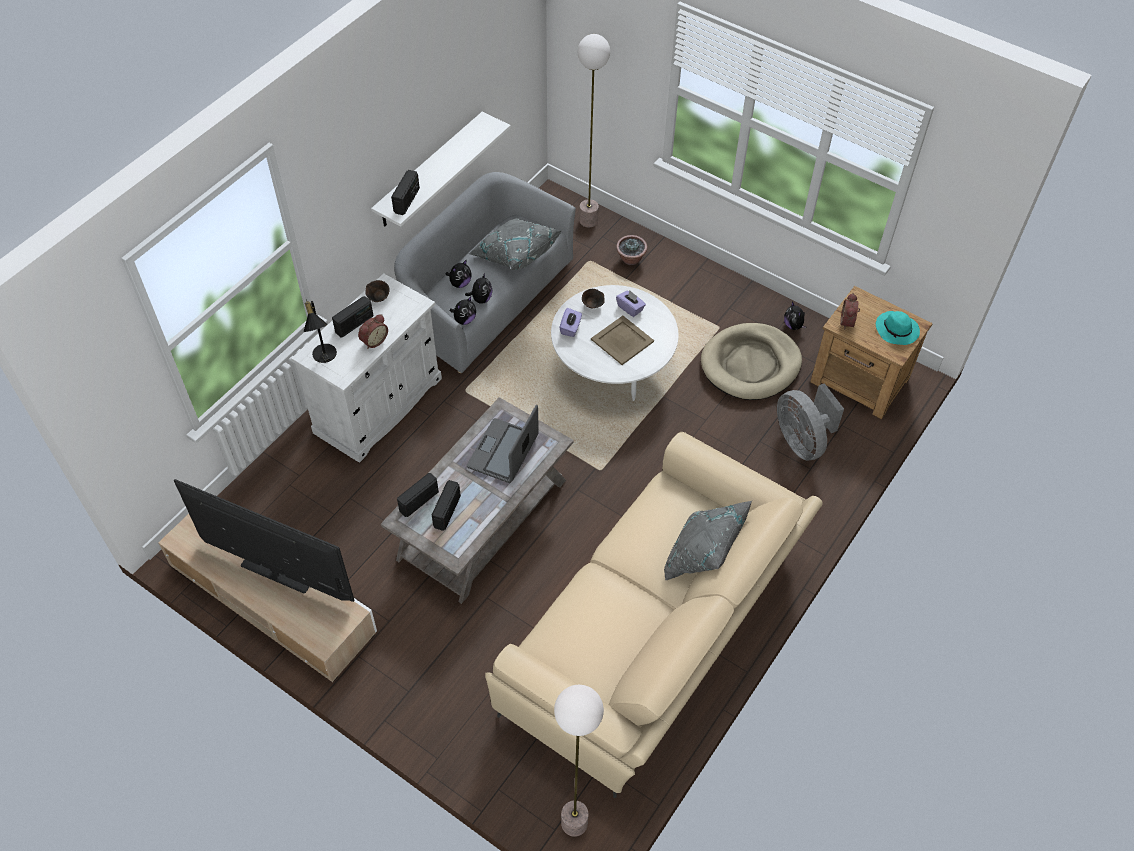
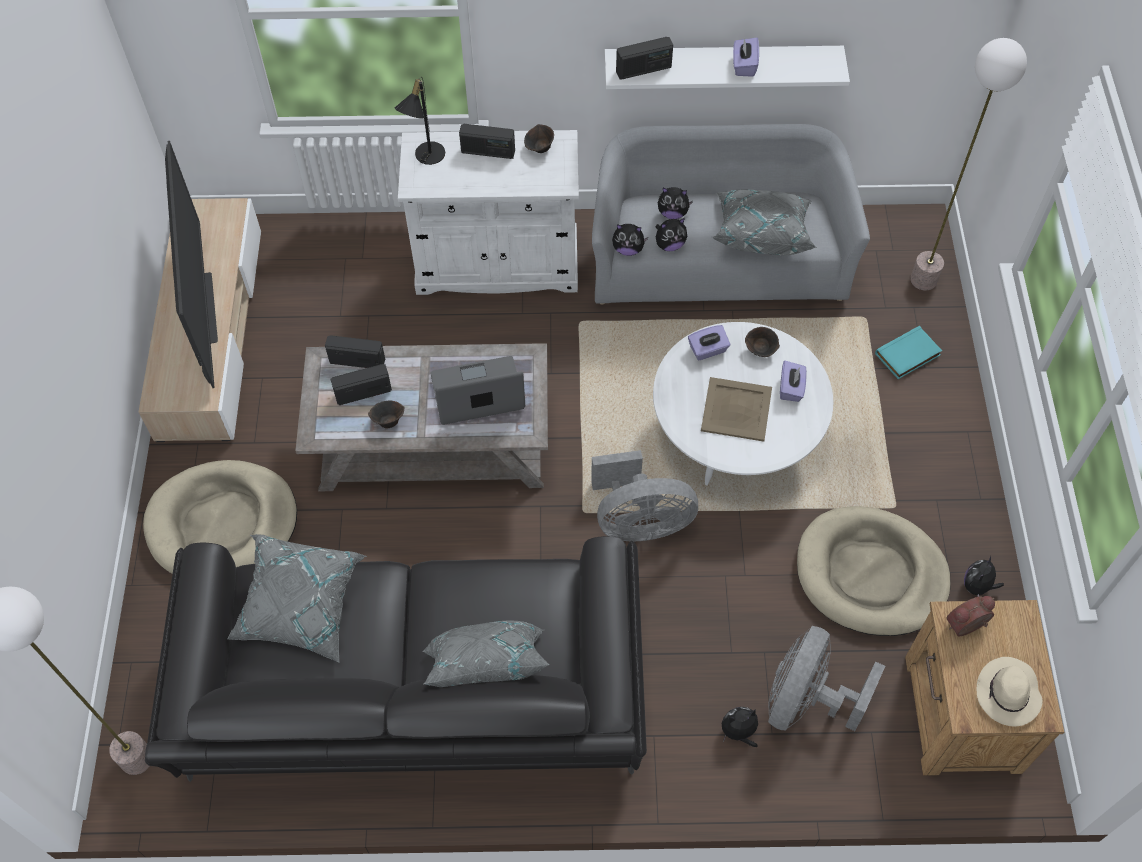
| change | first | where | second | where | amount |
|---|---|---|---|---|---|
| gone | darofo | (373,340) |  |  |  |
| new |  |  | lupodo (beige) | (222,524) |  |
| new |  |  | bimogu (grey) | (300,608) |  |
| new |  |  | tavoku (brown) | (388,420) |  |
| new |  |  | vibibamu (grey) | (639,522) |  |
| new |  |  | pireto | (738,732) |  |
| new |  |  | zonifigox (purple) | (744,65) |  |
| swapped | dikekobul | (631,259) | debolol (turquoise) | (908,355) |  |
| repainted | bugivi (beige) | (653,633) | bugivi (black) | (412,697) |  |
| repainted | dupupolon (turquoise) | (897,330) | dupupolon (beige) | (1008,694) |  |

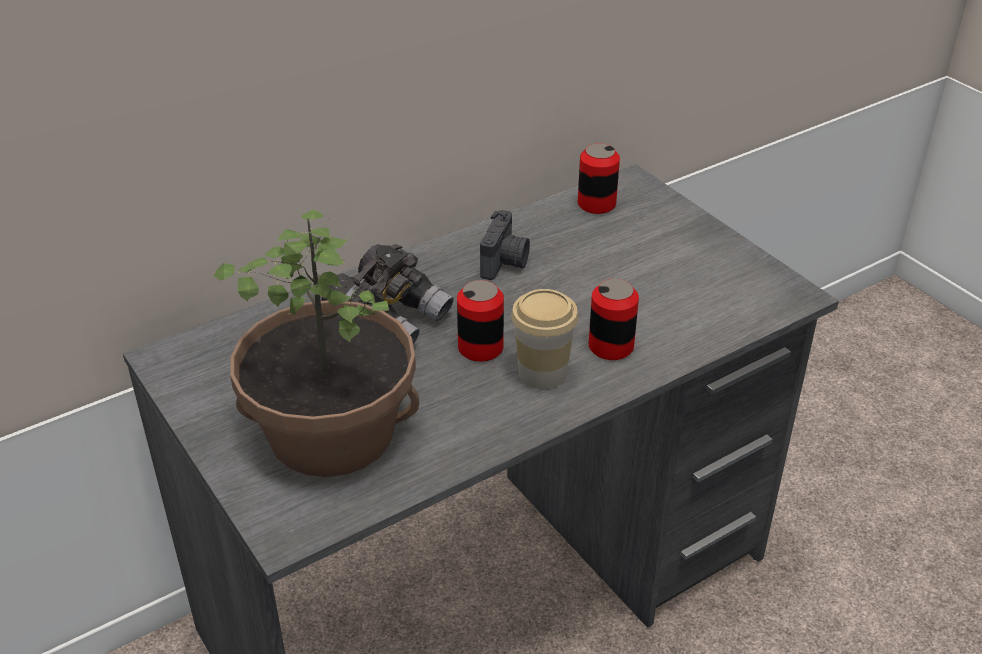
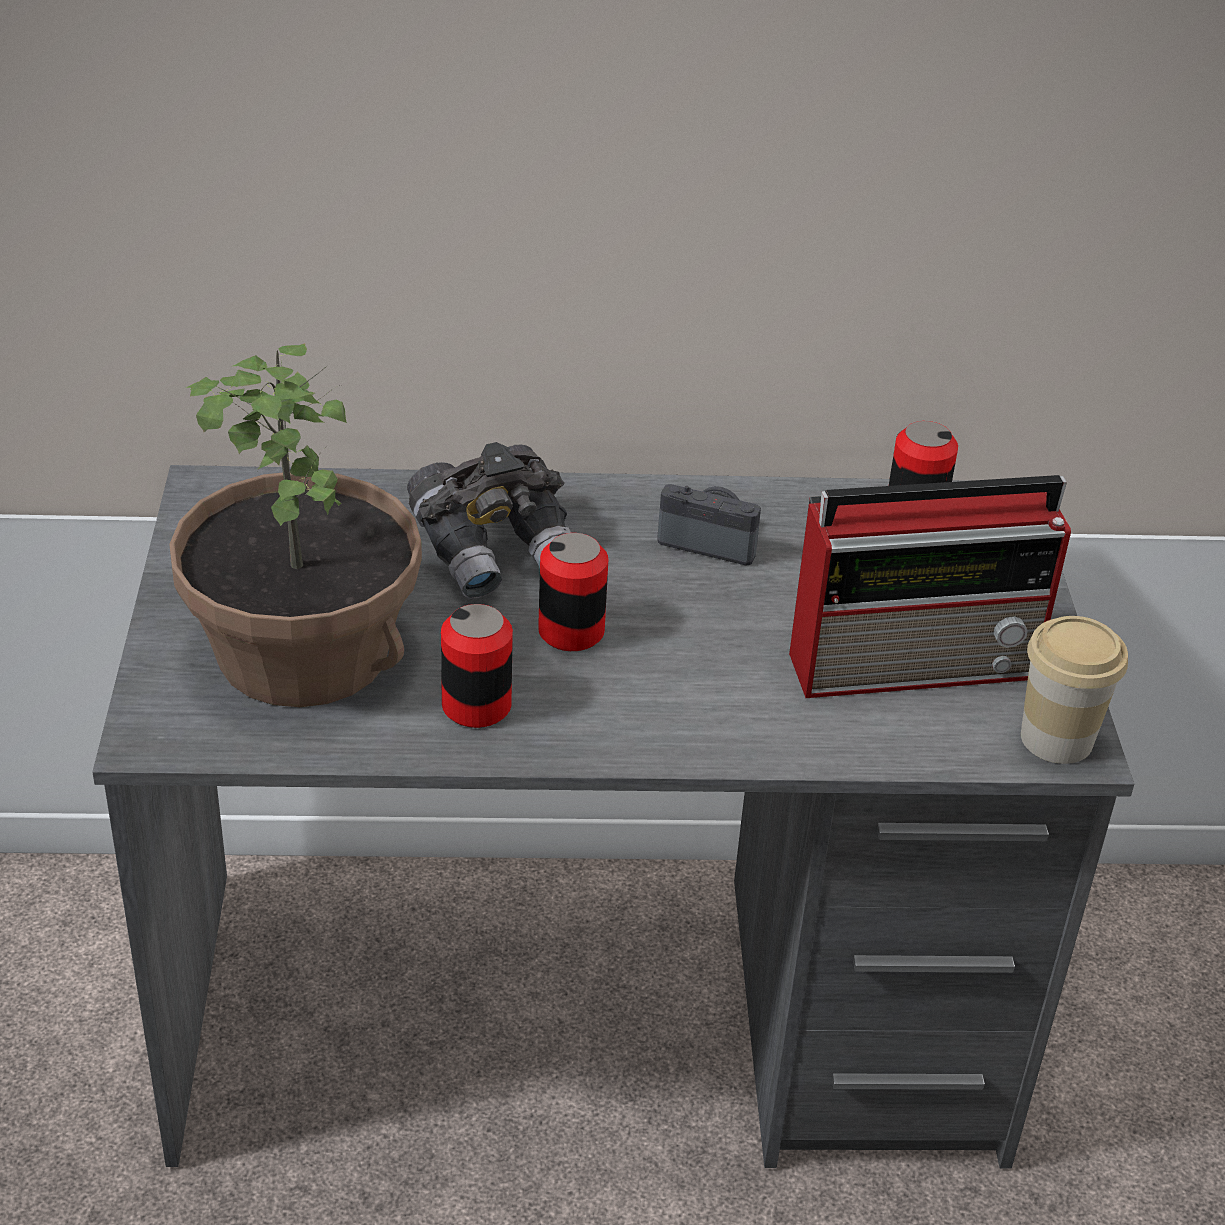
| change | first | where | second | where | amount |
|---|---|---|---|---|---|
| new |  |  | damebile | (917,663) |  |
| shifted | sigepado | (542,372) |  | (1056,739) |  |
| shifted | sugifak | (611,346) |  | (476,706) |  |
| rotated | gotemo | (505,263) |  | (710,541) | 120 degrees counterclockwise |

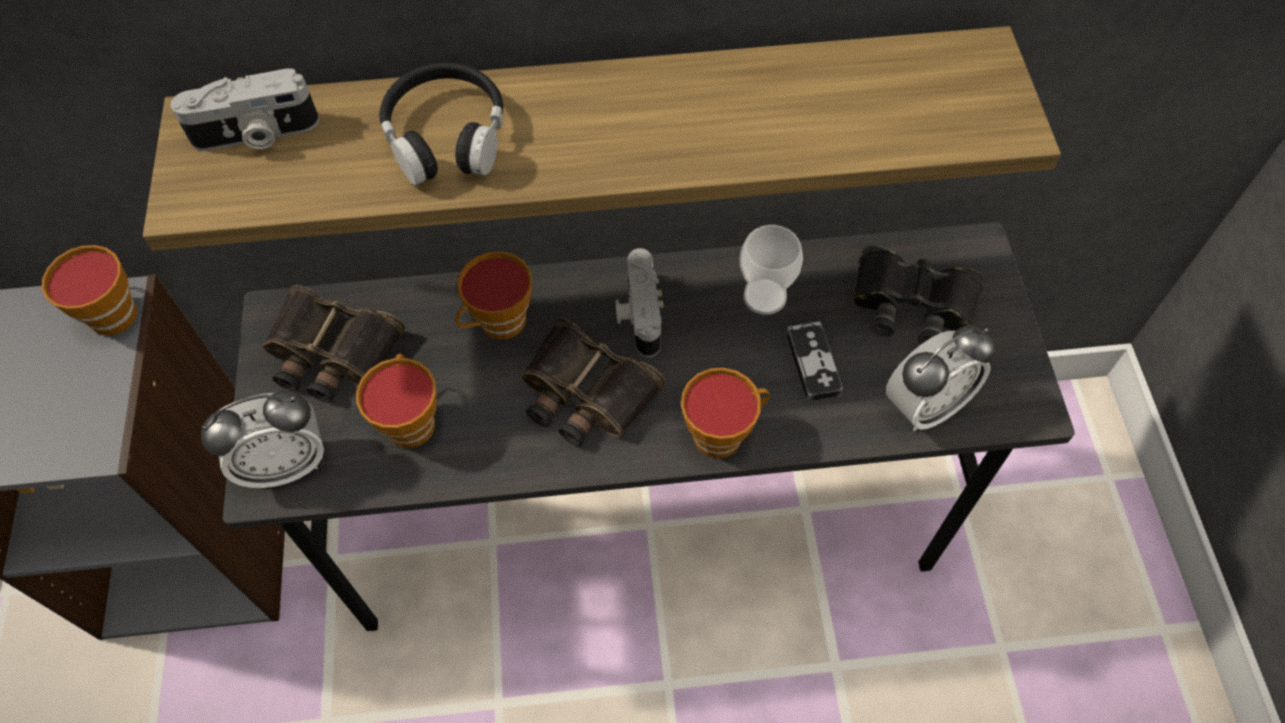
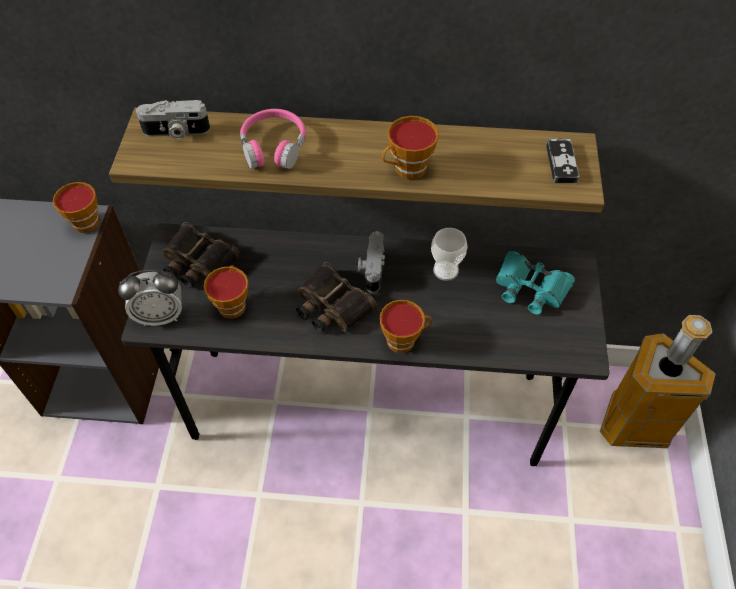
| change | first | where | second | where | amount |
|---|---|---|---|---|---|
| gone | darofo | (925,405) |  |  |  |
| new |  |  | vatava | (634,426) |  |
| shifted | sigepado | (498,324) |  | (407,169) |  |
| shifted | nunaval | (813,363) |  | (561,163) |  |
| repainted | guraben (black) | (446,136) | guraben (pink) | (273,147) |  |
| repainted | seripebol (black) | (912,303) | seripebol (turquoise) | (530,287) |  |

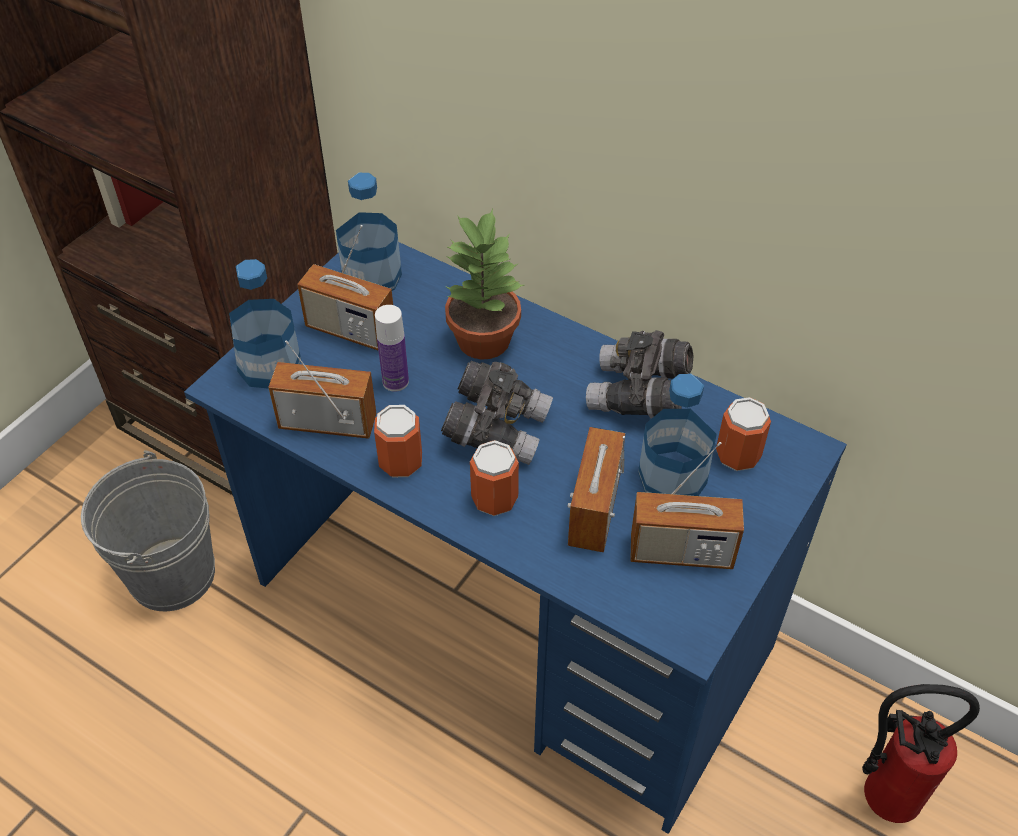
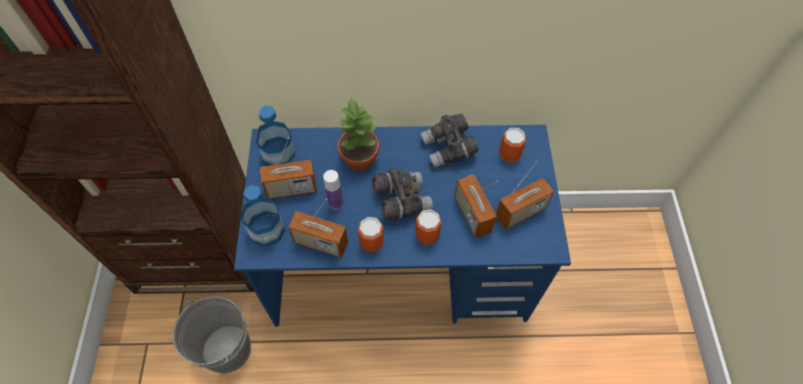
| change | first | where | second | where | amount |
|---|---|---|---|---|---|
| gone | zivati | (672,478) |  |  |  |
| gone | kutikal | (878,795) |  |  |  |
| rotated | damebile | (328,422) |  | (321,243) | 135 degrees counterclockwise |

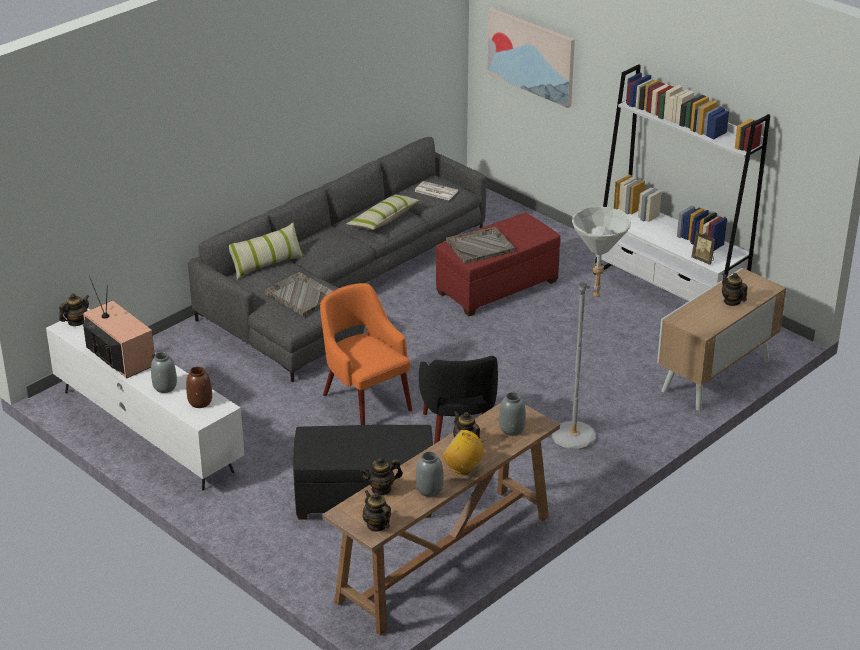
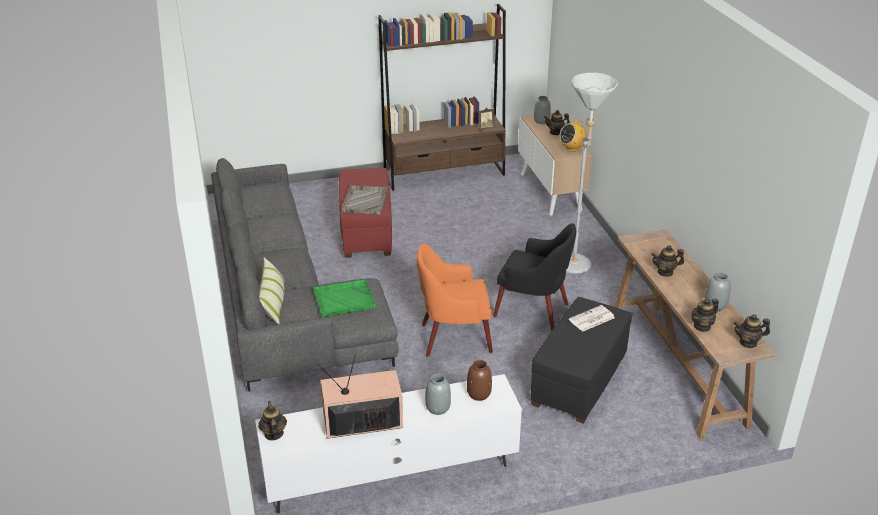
| change | first | where | second | where | amount |
|---|---|---|---|---|---|
| gone | bimogu | (383,219) |  |  |  |
| gone | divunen | (531,56) |  |  |  |
| shifted | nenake | (435,191) |  | (591,319) |  |
| shifted | damebile | (462,468) |  | (572,148) |  |
| shifted | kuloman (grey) | (511,429) |  | (541,121) |  |
| repainted | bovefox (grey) | (301,295) | bovefox (green) | (343,299) |  |
| repainted | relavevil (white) | (668,293) | relavevil (brown) | (444,174) |  |
| rotated | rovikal | (381,489) |  | (702,326) | 45 degrees clockwise |

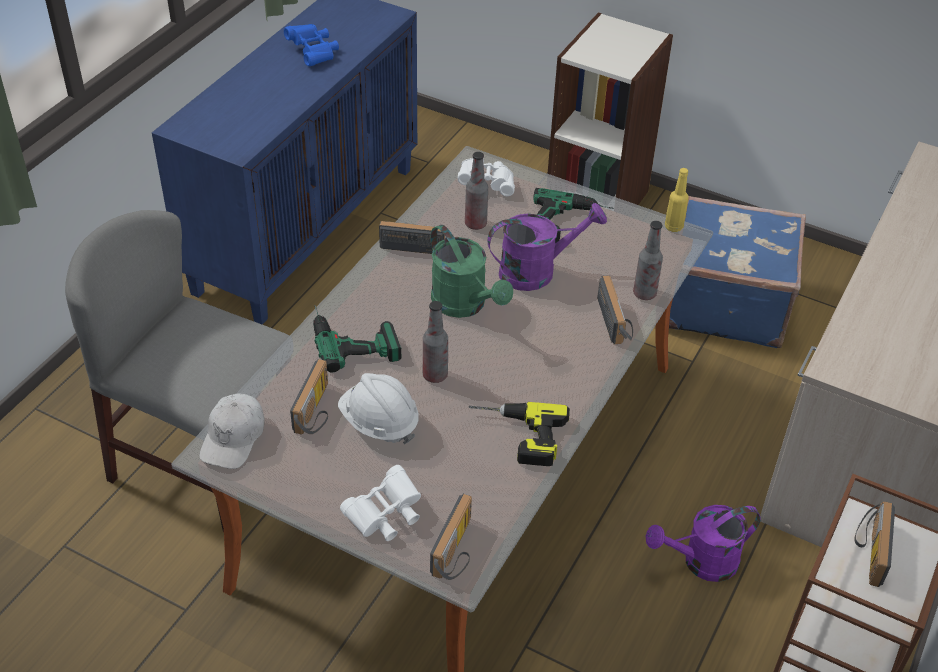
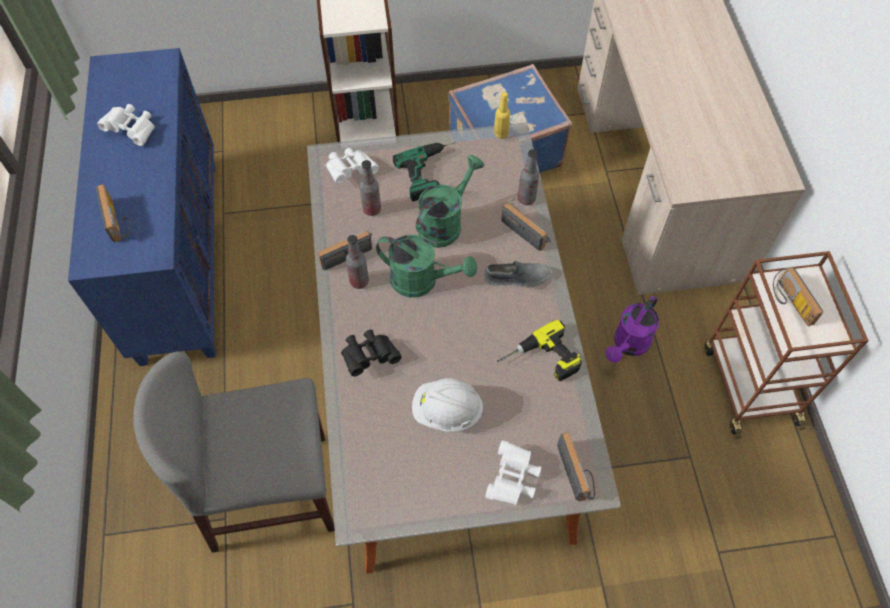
| change | first | where | second | where | amount |
|---|---|---|---|---|---|
| gone | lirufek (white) | (234,438) |  |  |  |
| new |  |  | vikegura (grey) | (517,278) |  |
| shifted | damebile | (317,411) |  | (118,220) |  |
| shifted | zivati | (435,375) |  | (359,281) |  |
| swapped | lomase | (352,337) | seripebol (black) | (369,356) |  |
| repainted | seripebol (blue) | (314,53) | seripebol (white) | (132,130) |  |
| repainted | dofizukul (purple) | (537,271) | dofizukul (green) | (445,223) |  |

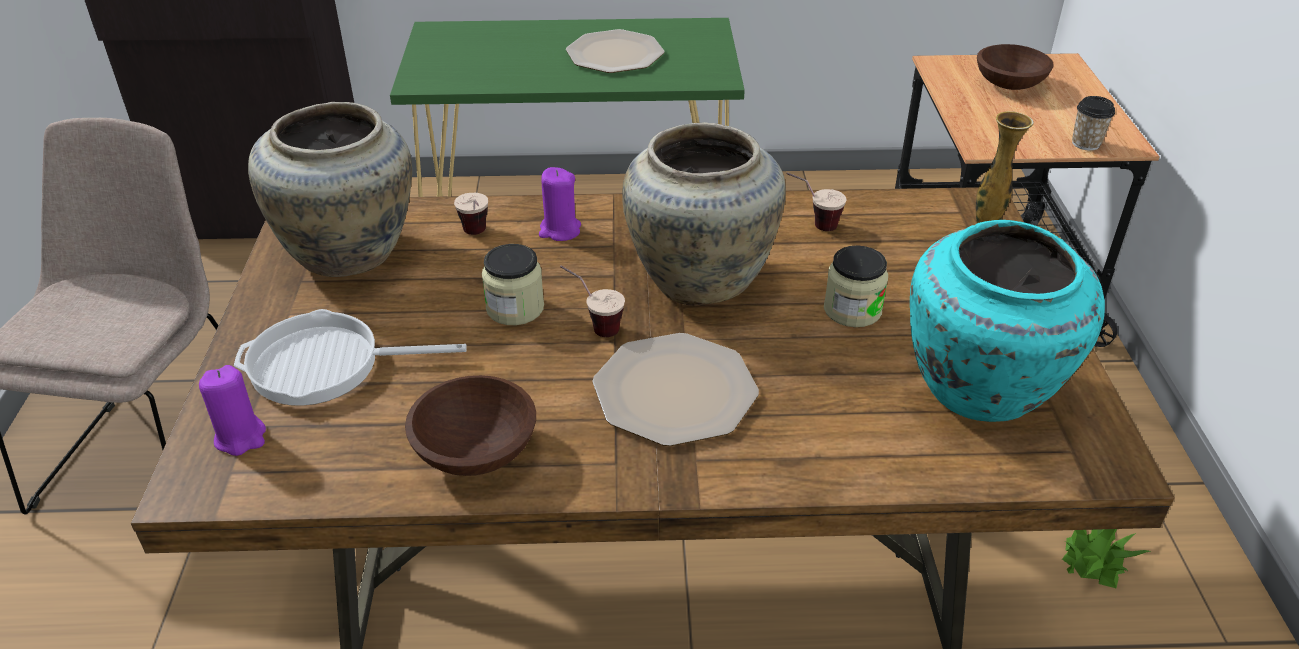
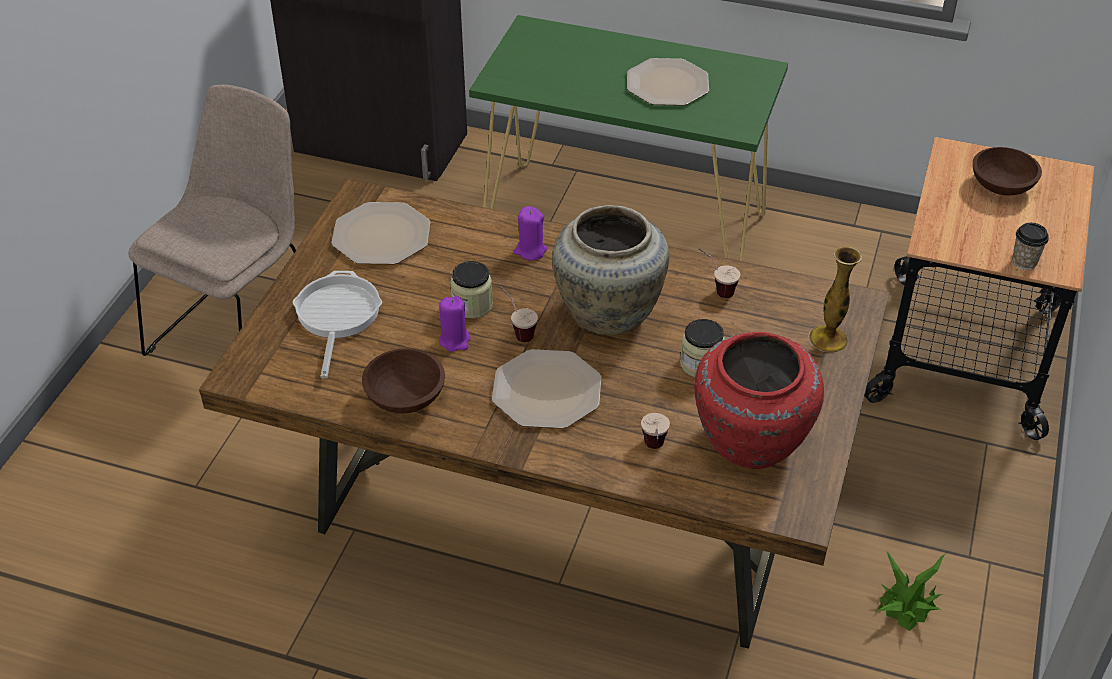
| change | first | where | second | where | amount |
|---|---|---|---|---|---|
| shifted | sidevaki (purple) | (241,437) |  | (455,340) |  |
| shifted | sigepado | (477,236) |  | (654,451) |  |
| swapped | kuloman (beige) | (351,253) | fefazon | (382,236) |  |
| repainted | kuloman (turquoise) | (979,392) | kuloman (red) | (749,445) |  |
| rotated | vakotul | (325,365) |  | (337,316) | 75 degrees clockwise |

